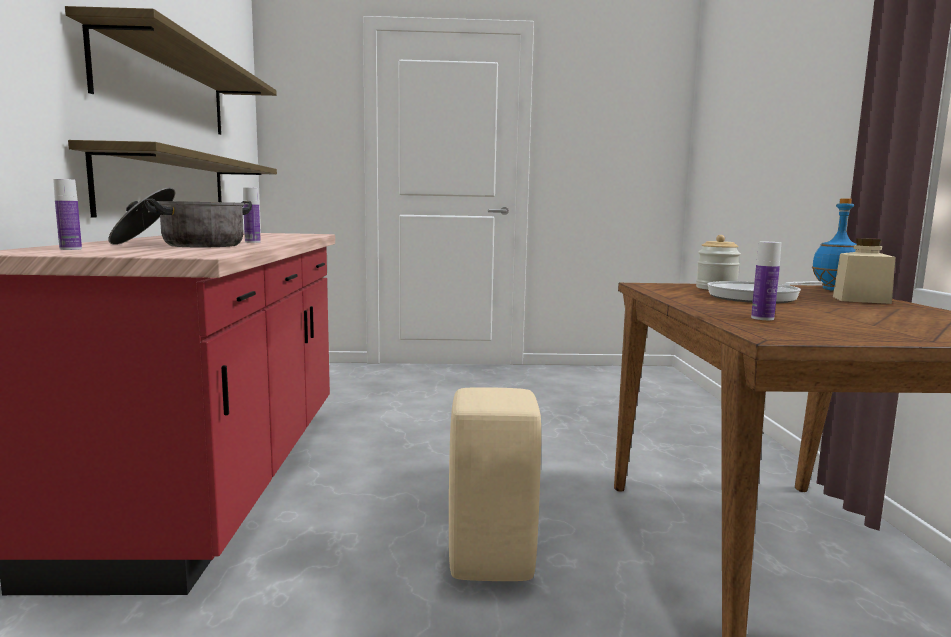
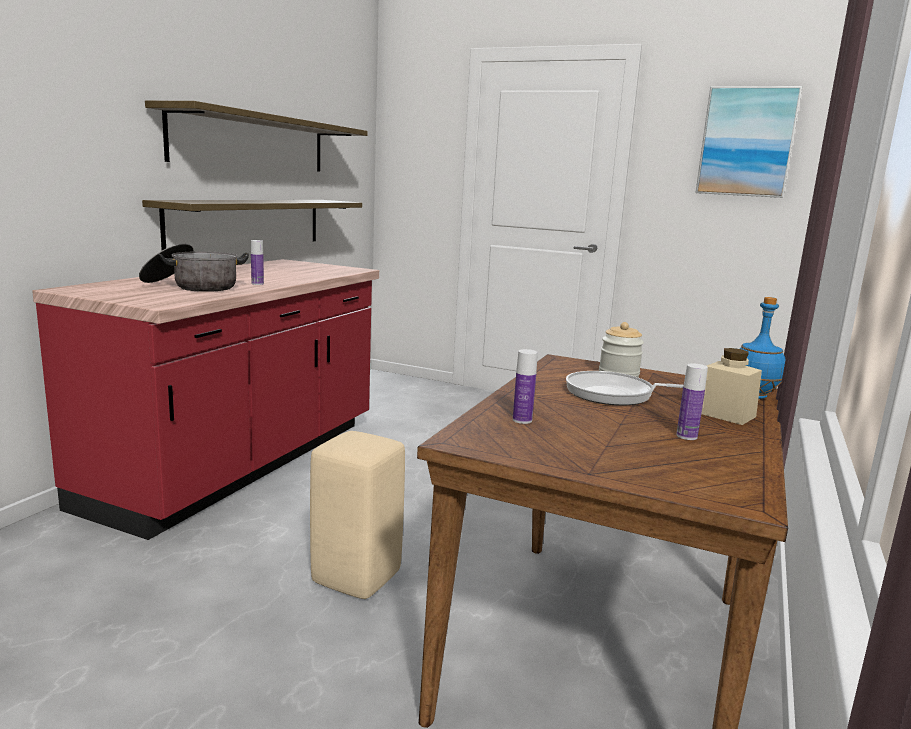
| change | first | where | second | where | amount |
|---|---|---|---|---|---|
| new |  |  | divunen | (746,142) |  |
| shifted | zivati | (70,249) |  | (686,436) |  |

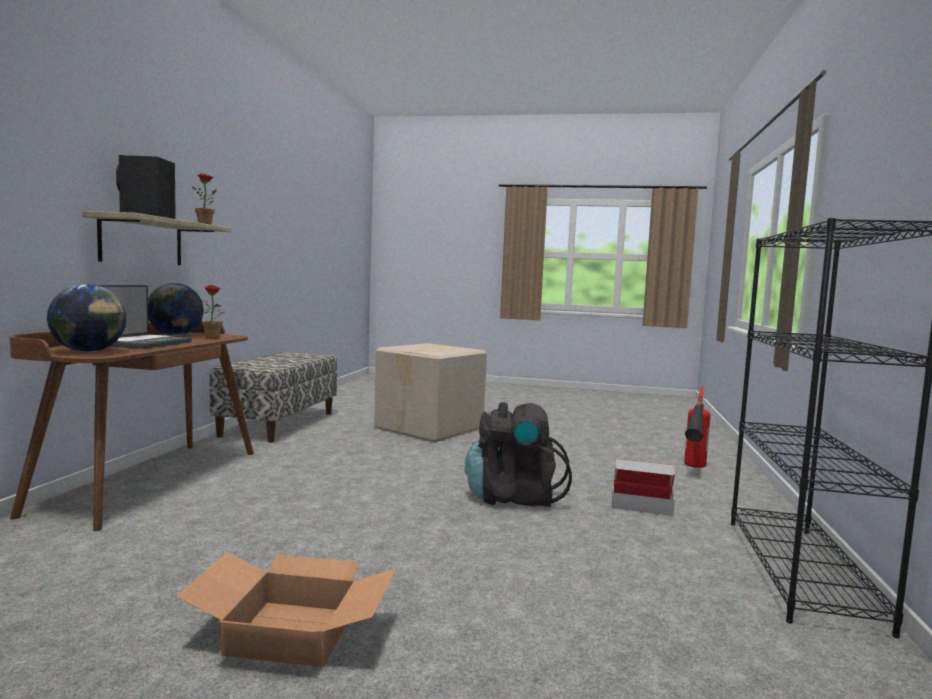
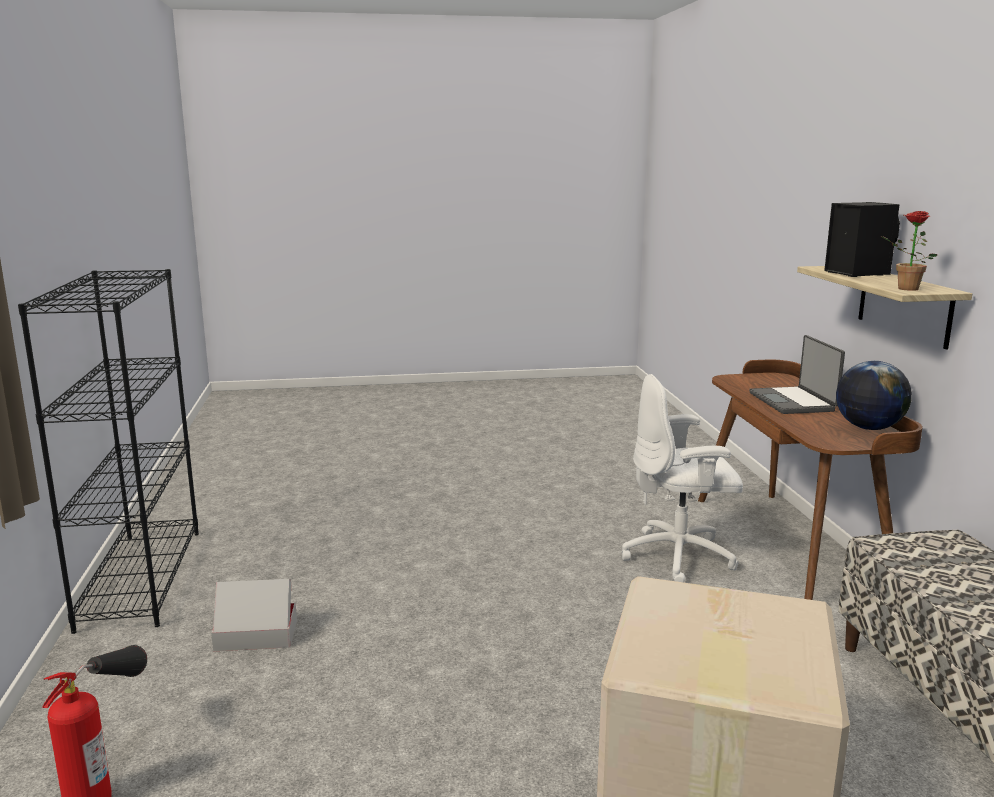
| change | first | where | second | where | amount |
|---|---|---|---|---|---|
| gone | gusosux | (88,351) |  |  |  |
| gone | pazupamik | (289,633) |  |  |  |
| gone | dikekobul | (214,338) |  |  |  |
| gone | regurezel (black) | (513,497) |  |  |  |
| new |  |  | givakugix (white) | (680,557) |  |

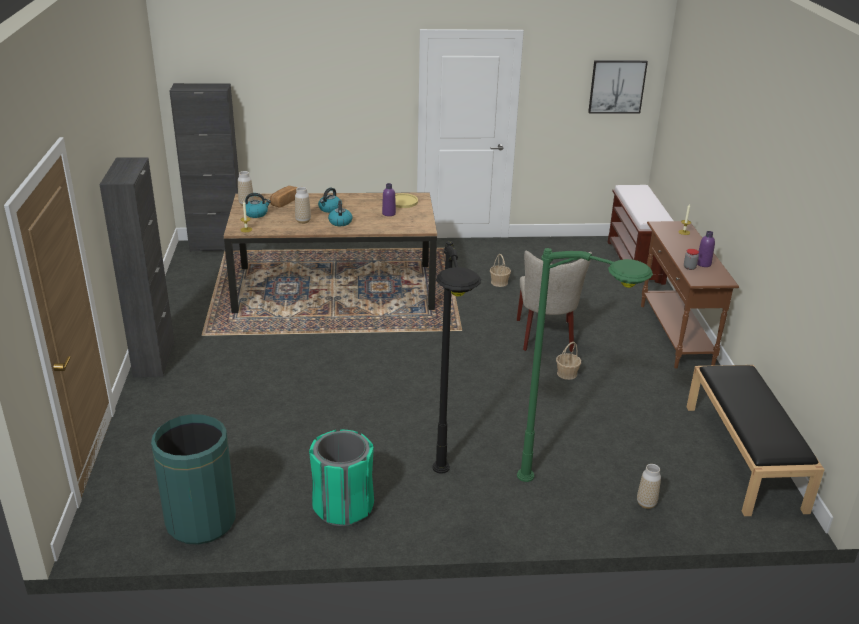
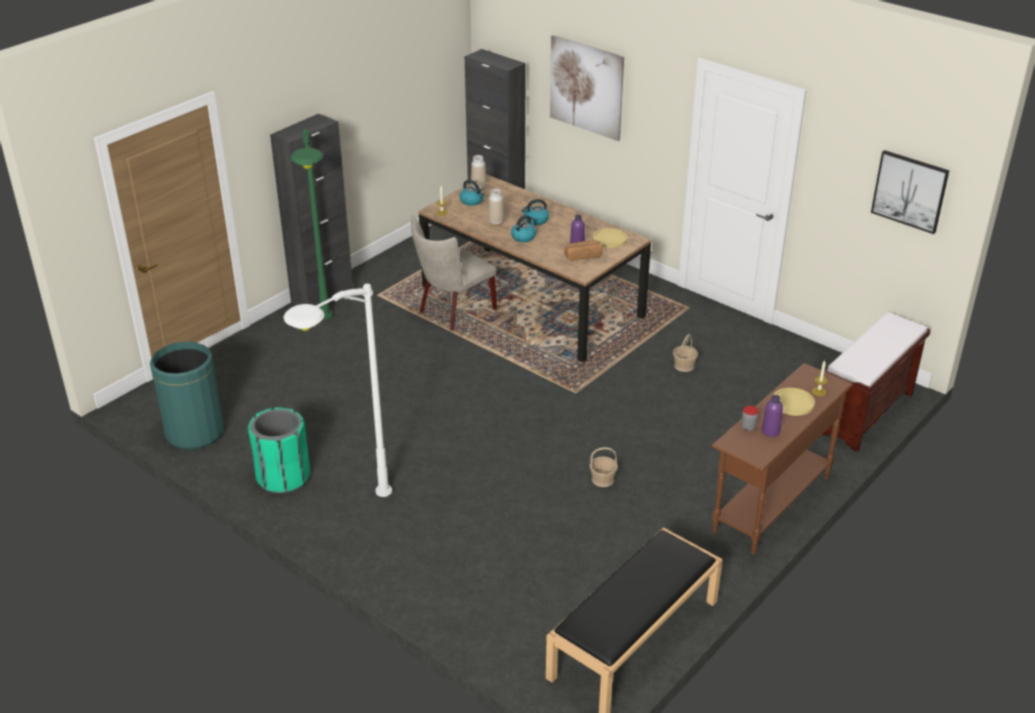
| change | first | where | second | where | amount |
|---|---|---|---|---|---|
| gone | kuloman | (646,503) |  |  |  |
| new |  |  | divunen | (586,87) |  |
| new |  |  | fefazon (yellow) | (793,402) |  |
| shifted | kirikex | (284,202) |  | (583,256) |  |
| shifted | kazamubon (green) | (573,499) |  | (327,340) |  |
| shifted | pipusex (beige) | (546,337) |  | (453,312) |  |
| repainted | kazamubon (black) | (445,505) | kazamubon (white) | (345,519) |  |

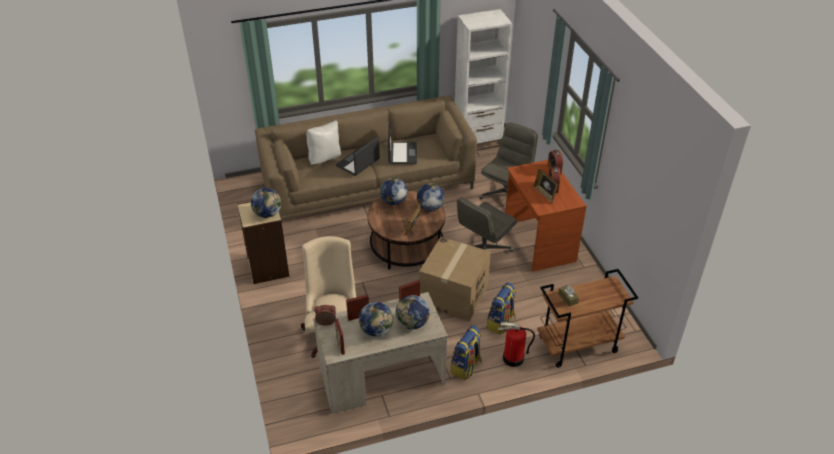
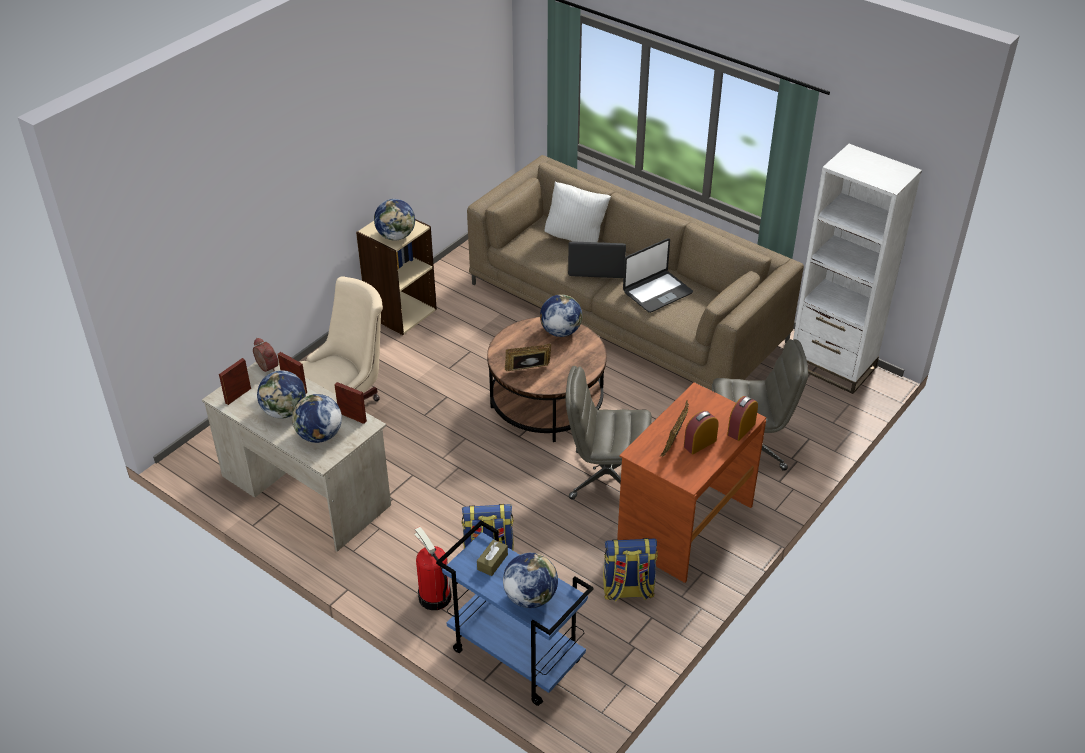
| change | first | where | second | where | amount |
|---|---|---|---|---|---|
| gone | pazupamik | (454,295) |  |  |  |
| shifted | gusosux | (430,207) |  | (530,597) |  |
| shifted | regurezel | (466,367) |  | (627,590) |  |
| repainted | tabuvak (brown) | (577,346) | tabuvak (blue) | (514,656) |  |

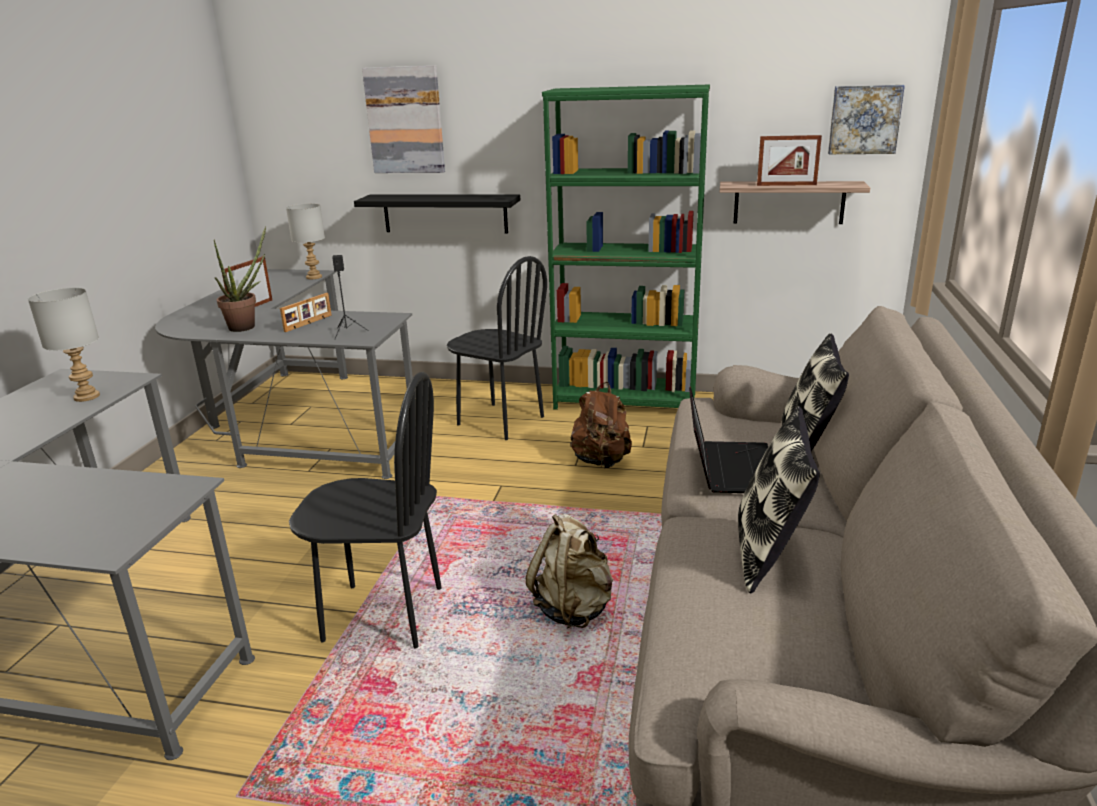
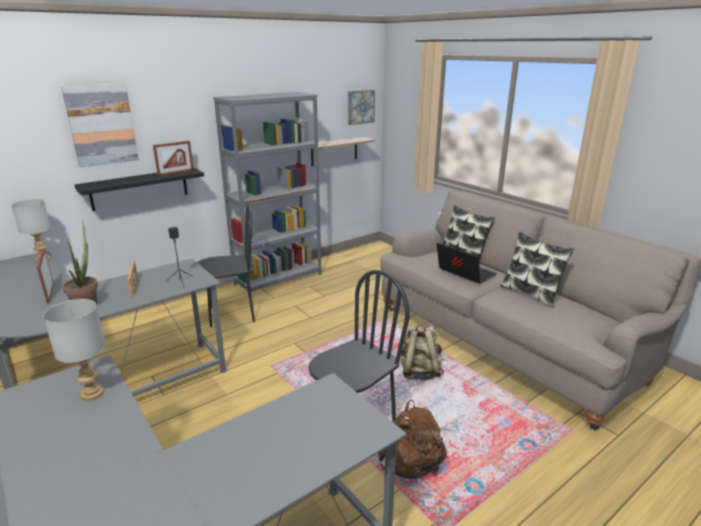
| change | first | where | second | where | amount |
|---|---|---|---|---|---|
| shifted | regurezel (brown) | (601,461) |  | (411,467) |  |
| shifted | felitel | (786,185) |  | (176,173) |  |
| repainted | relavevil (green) | (625,401) | relavevil (grey) | (278,279) |  |

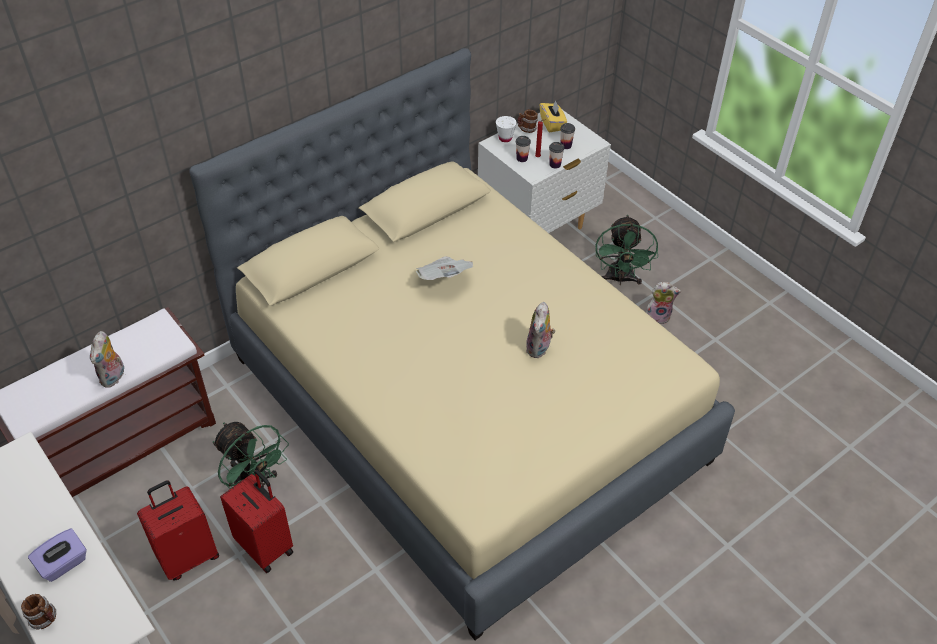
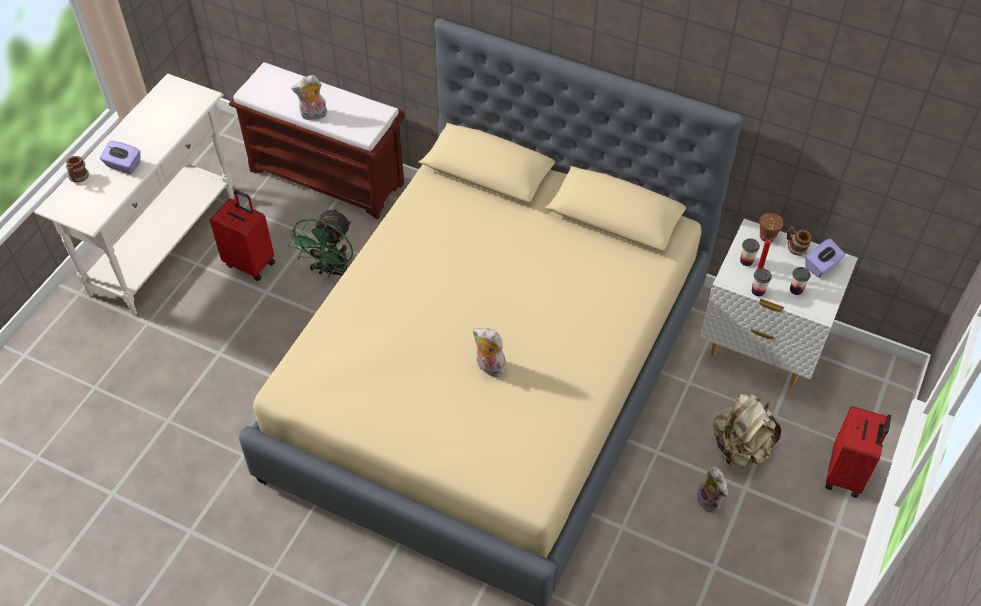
| change | first | where | second | where | amount |
|---|---|---|---|---|---|
| gone | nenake | (444,279) |  |  |  |
| shifted | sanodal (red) | (266,546) |  | (846,474) |  |
| swapped | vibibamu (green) | (620,279) | regurezel (beige) | (740,448) |  |
| repainted | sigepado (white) | (505,138) | sigepado (brown) | (767,236) |  |
| repainted | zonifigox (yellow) | (552,124) | zonifigox (purple) | (822,266) |  |
| rotated | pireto | (539,348) |  | (488,367) | 45 degrees clockwise |

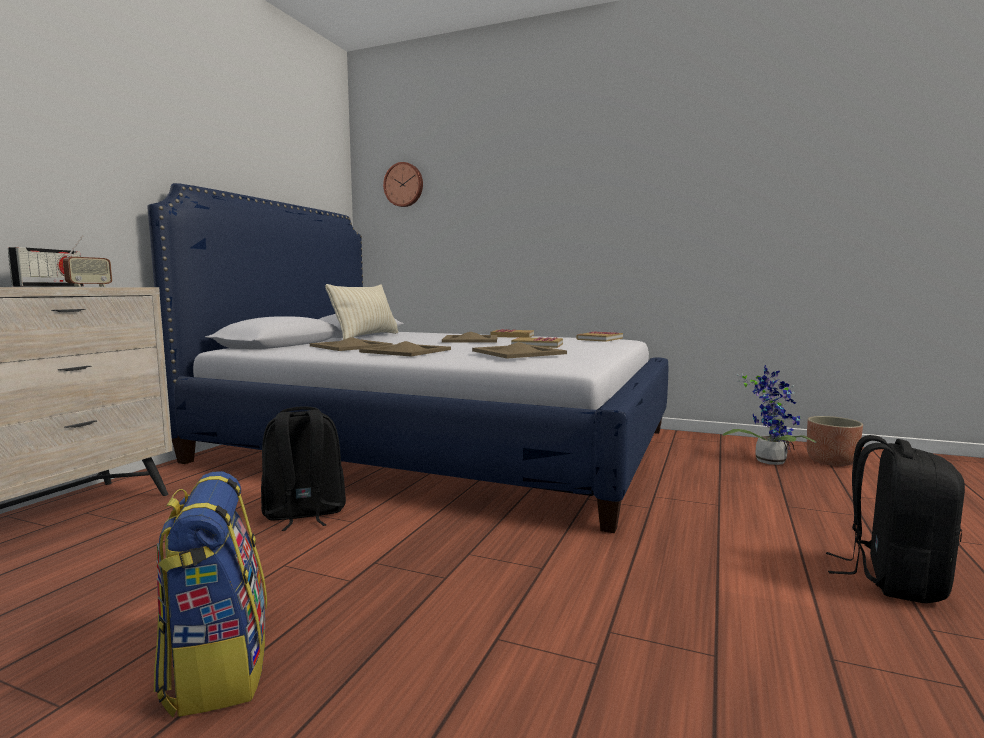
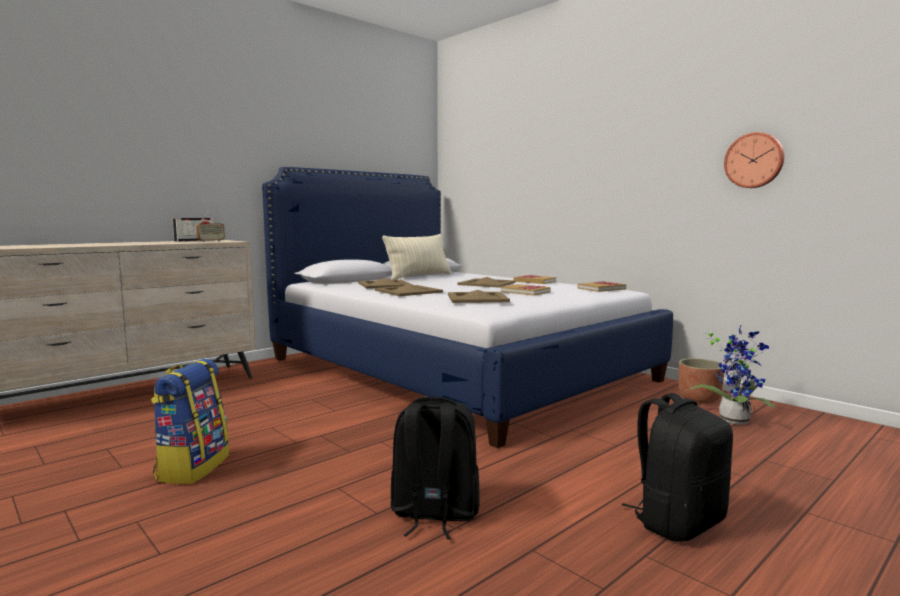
| change | first | where | second | where | amount |
|---|---|---|---|---|---|
| shifted | regurezel (black) | (304,514) |  | (434,514) |  |
| shifted | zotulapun | (404,185) |  | (754,160) |  |
| shifted | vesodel | (831,461) |  | (699,399) |  |

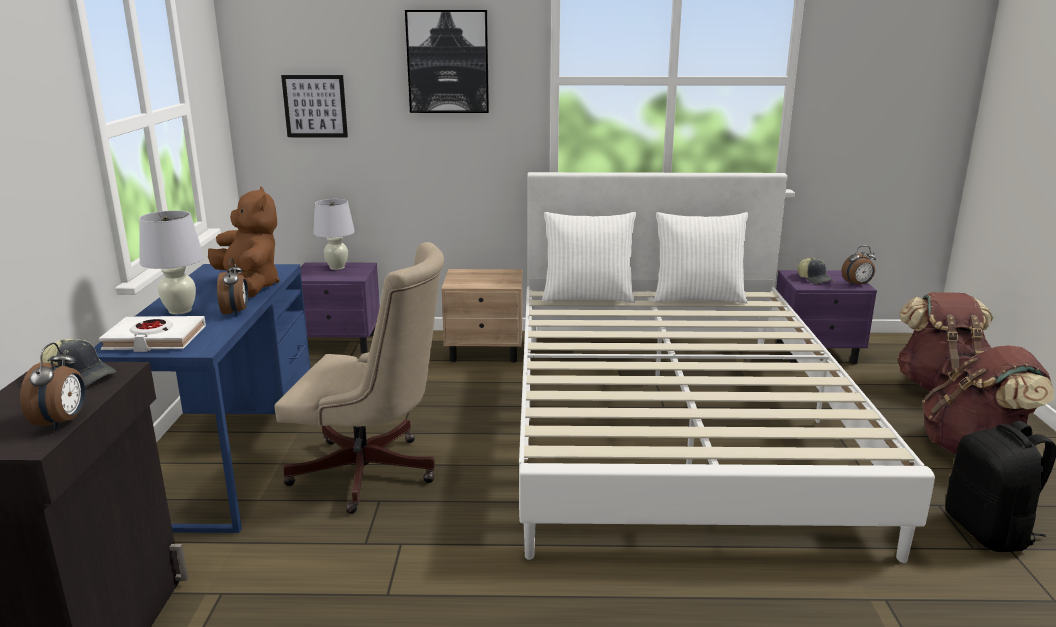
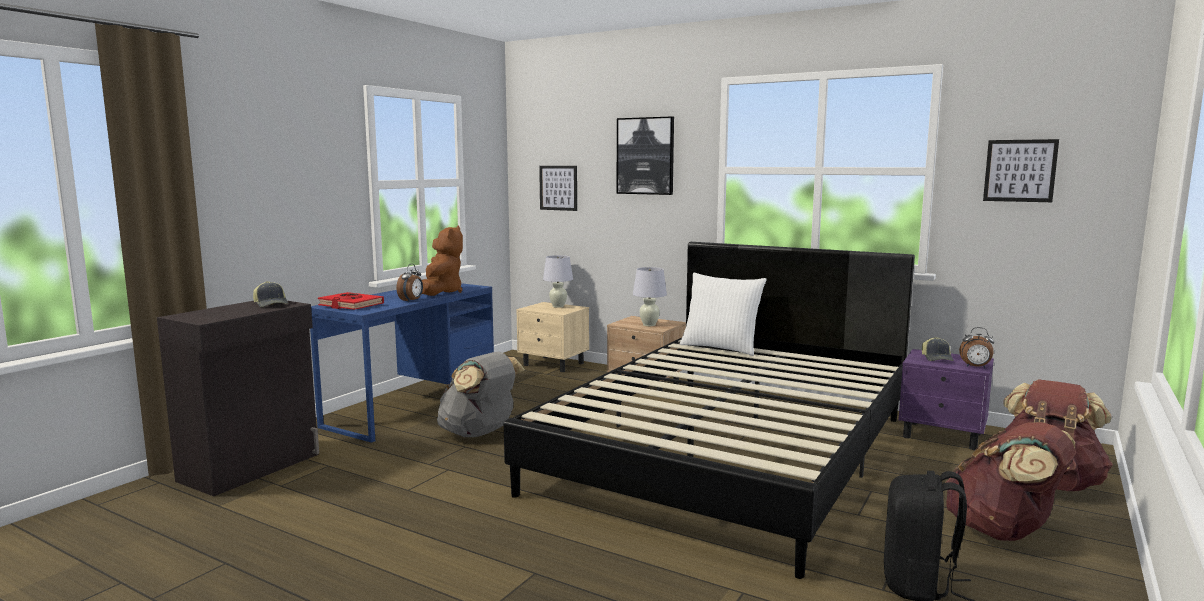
| change | first | where | second | where | amount |
|---|---|---|---|---|---|
| gone | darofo | (63,422) |  |  |  |
| gone | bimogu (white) | (698,298) |  |  |  |
| new |  |  | divunen | (1020,170) |  |
| shifted | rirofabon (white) | (180,310) |  | (649,325) |  |
| swapped | givakugix (beige) | (372,474) | regurezel (grey) | (479,433) |  |
| repainted | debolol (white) | (155,339) | debolol (red) | (351,305) |  |
| repainted | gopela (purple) | (341,343) | gopela (beige) | (554,364) |  |
| repainted | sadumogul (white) | (674,424) | sadumogul (black) | (730,452) |  |

